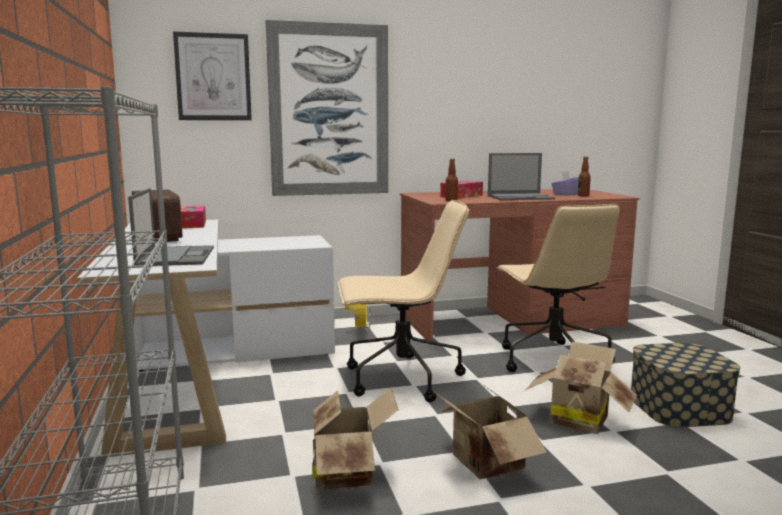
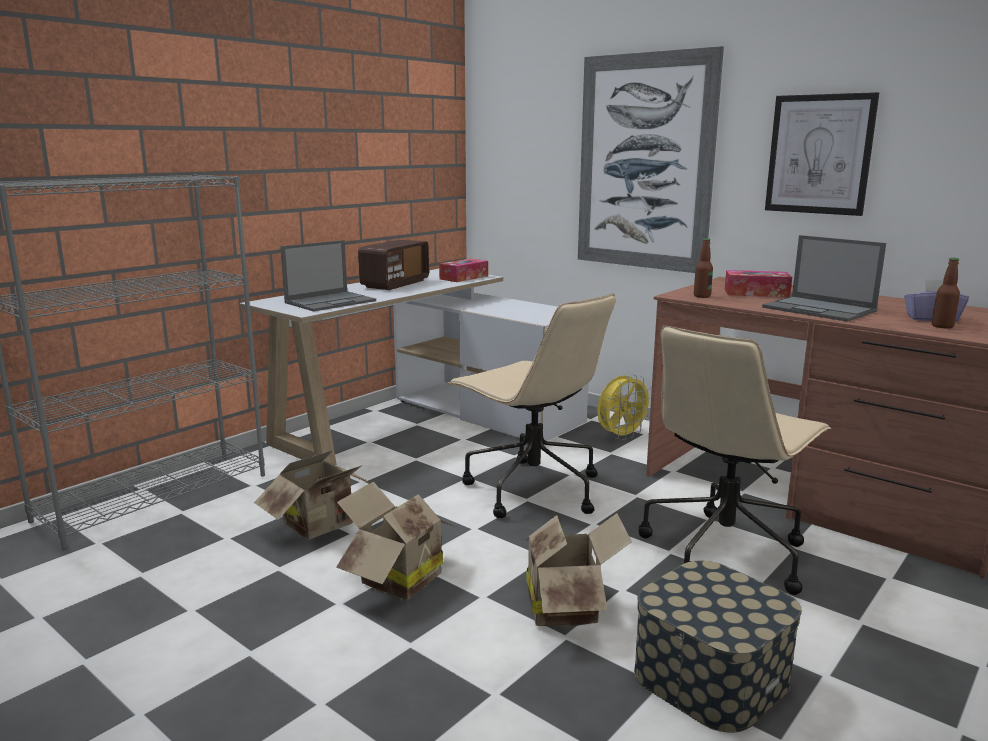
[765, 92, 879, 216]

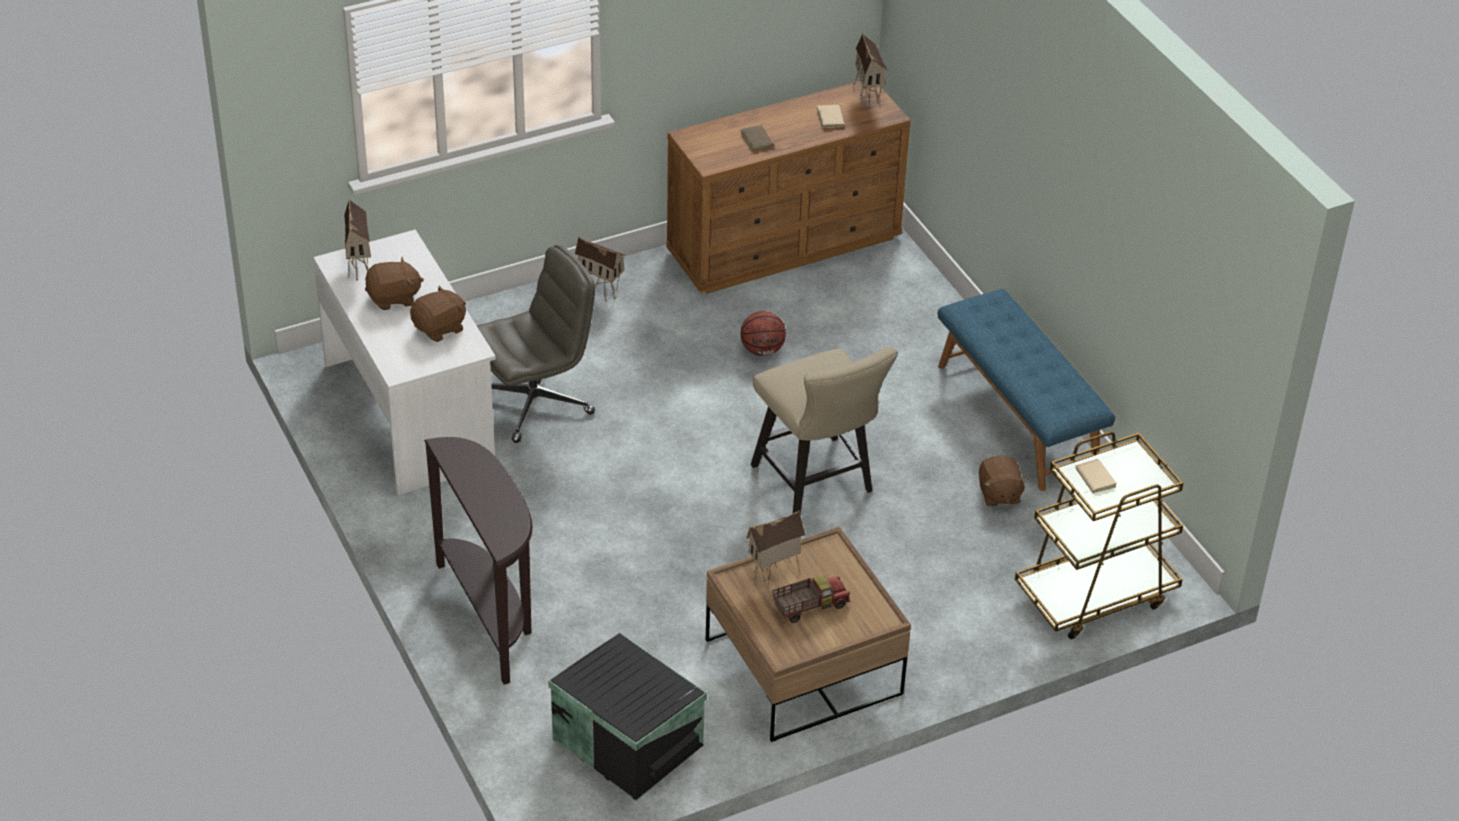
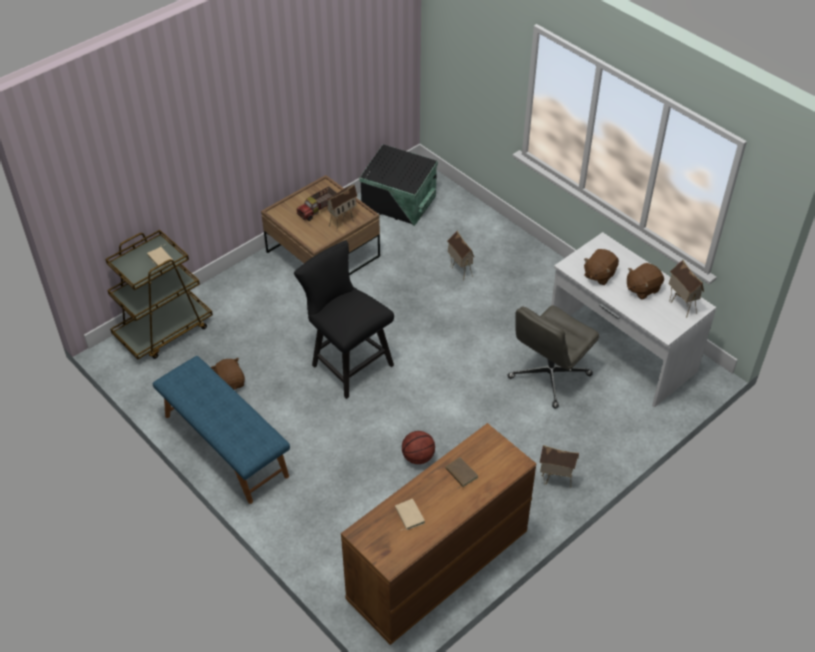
[447, 230, 474, 281]
[294, 240, 394, 399]
[424, 437, 532, 685] (first image)

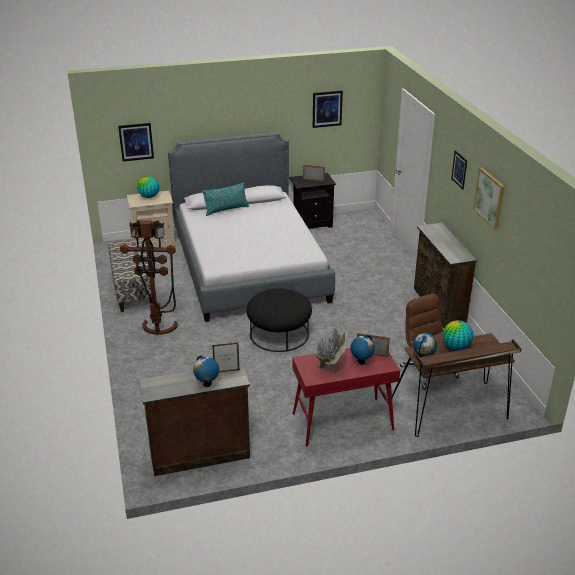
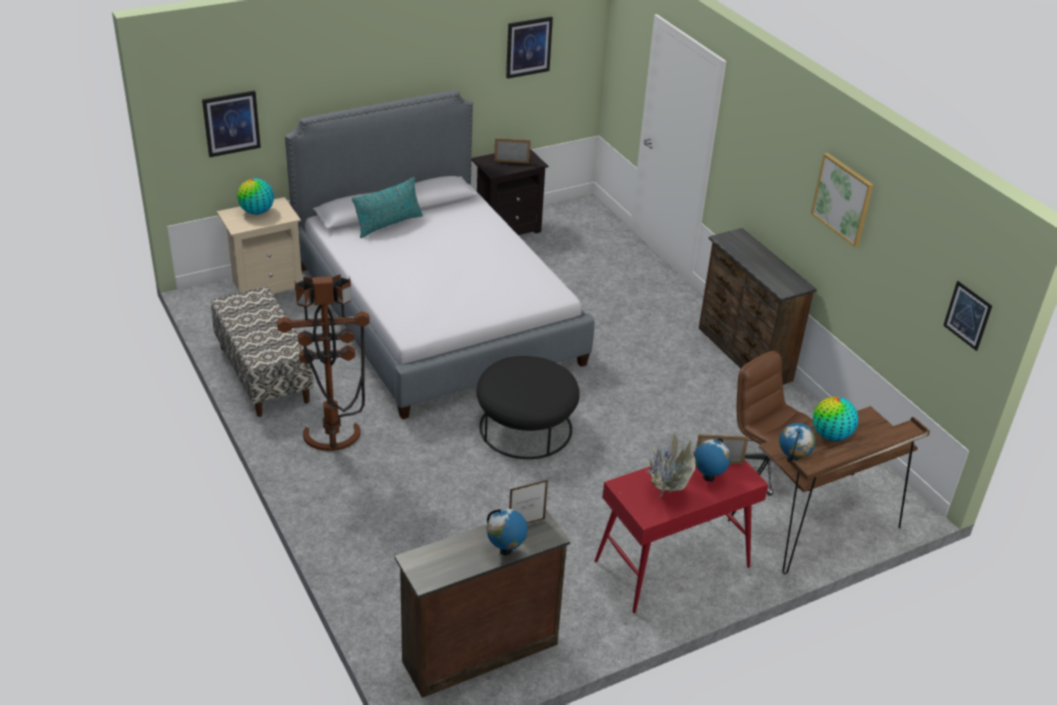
[943, 281, 992, 351]

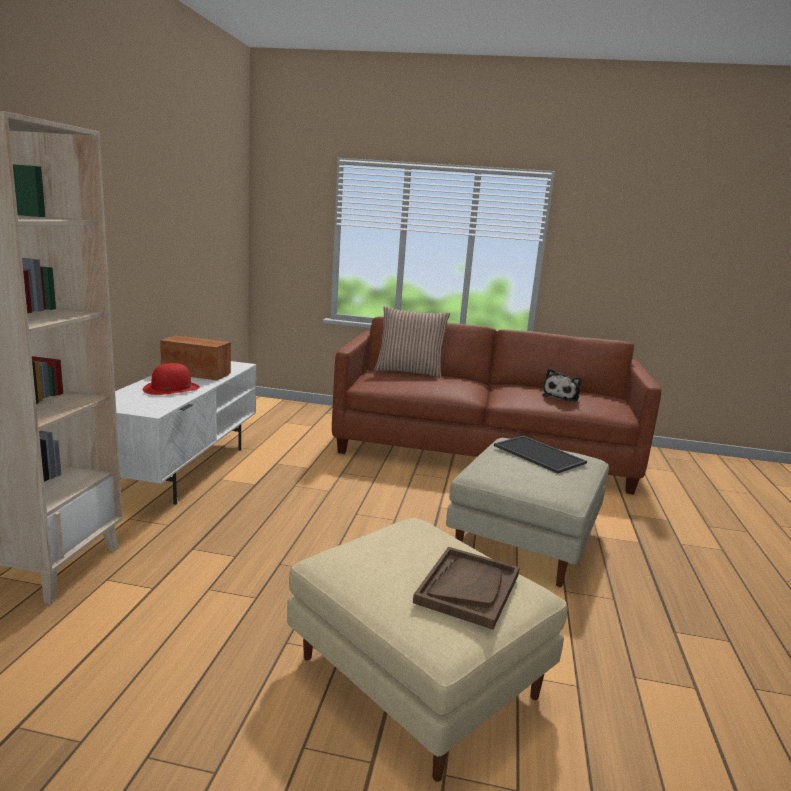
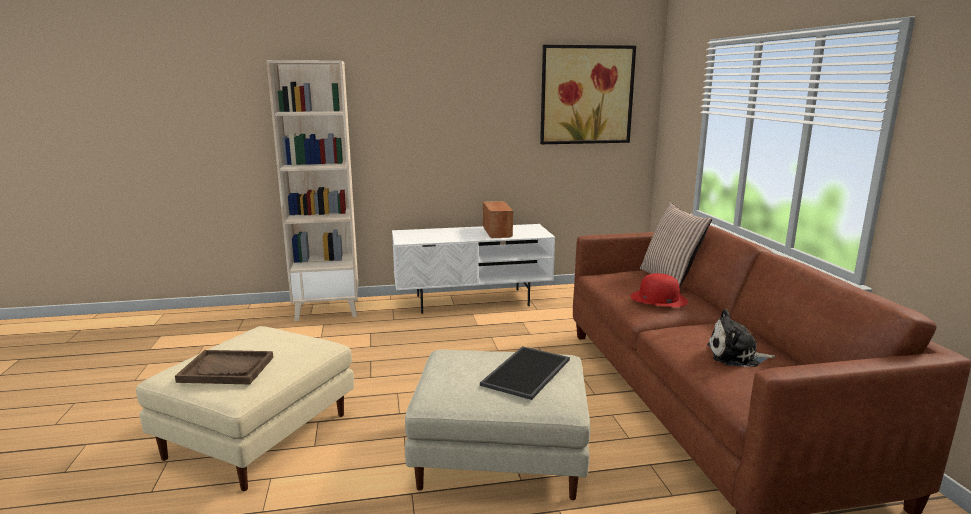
[630, 273, 688, 307]
[540, 45, 636, 144]

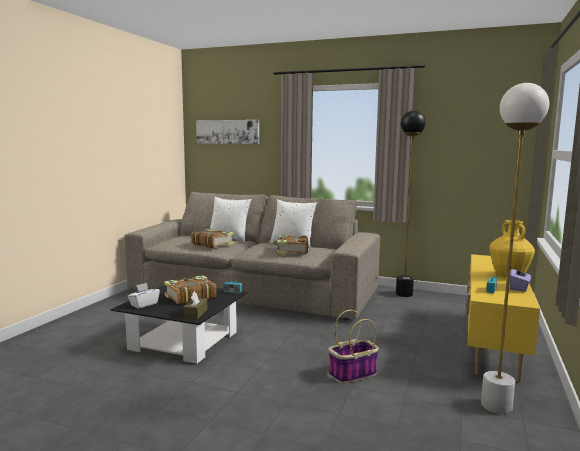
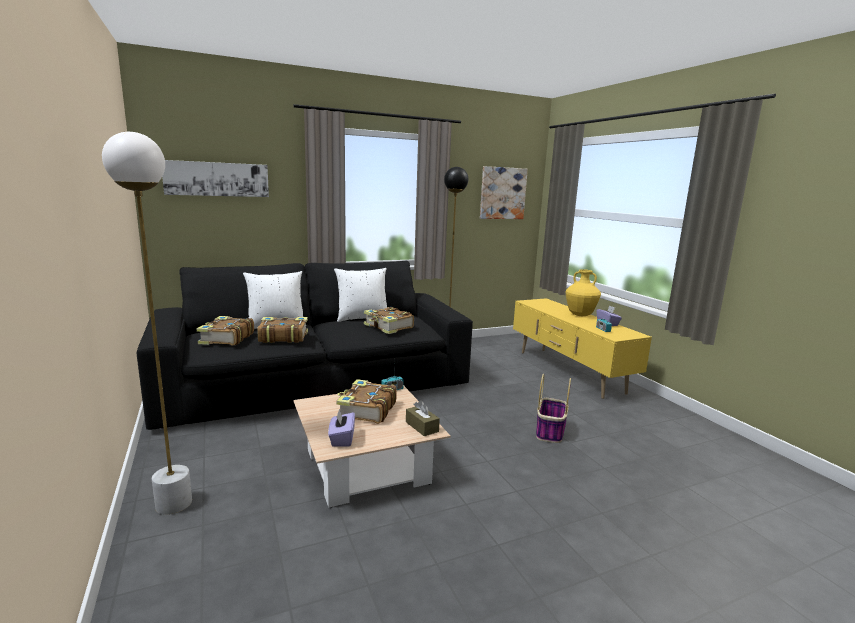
[102, 132, 192, 515]
[137, 261, 473, 430]
[328, 409, 355, 447]
[293, 385, 451, 508]
[480, 166, 528, 219]
[196, 316, 254, 345]

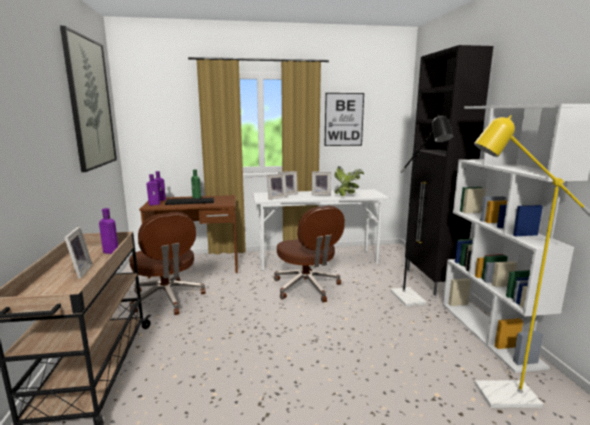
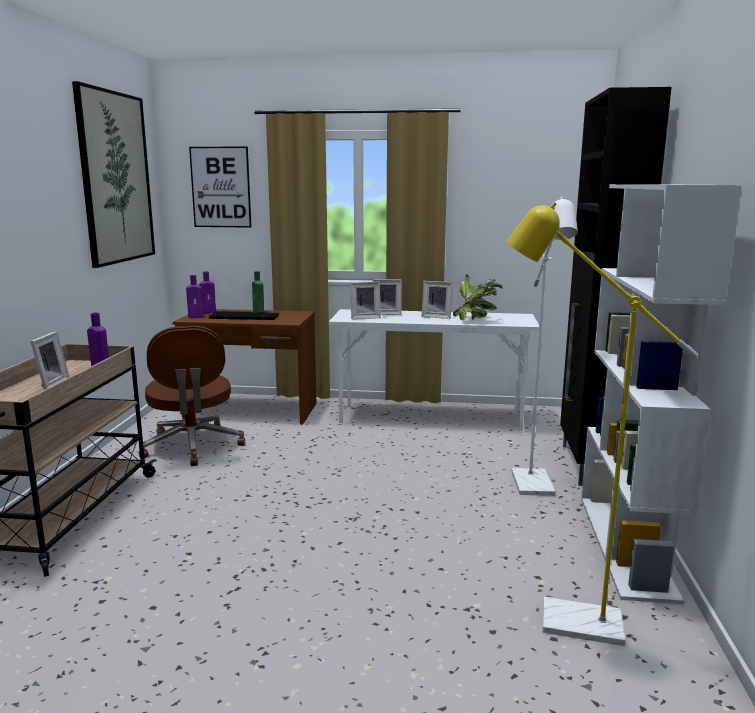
[189, 147, 251, 228]
[512, 196, 578, 496]
[274, 206, 345, 302] (first image)

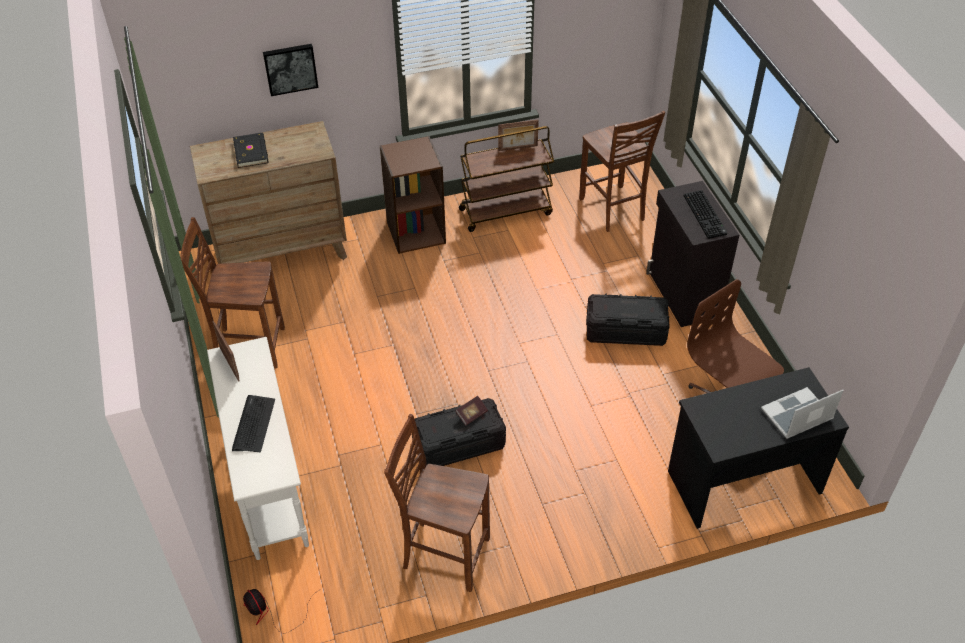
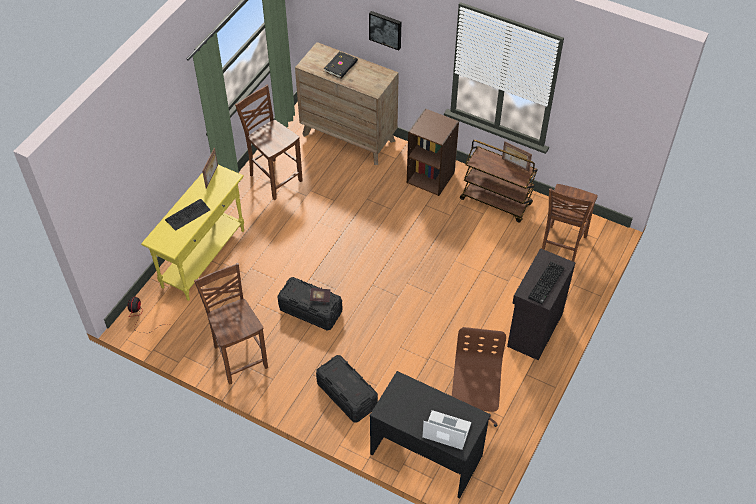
[316, 355, 378, 423]
[141, 165, 244, 301]

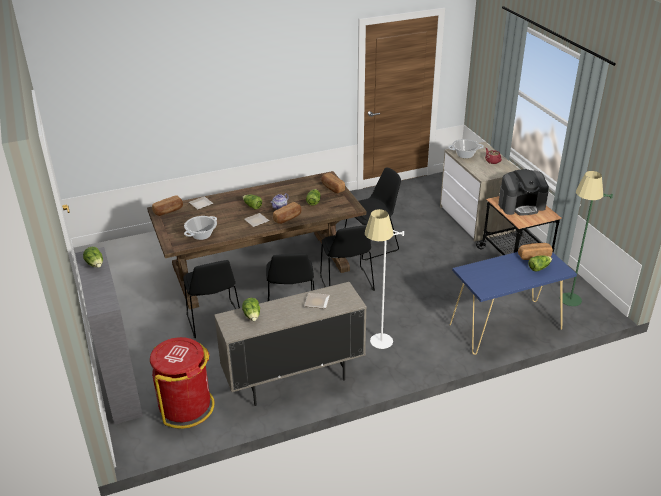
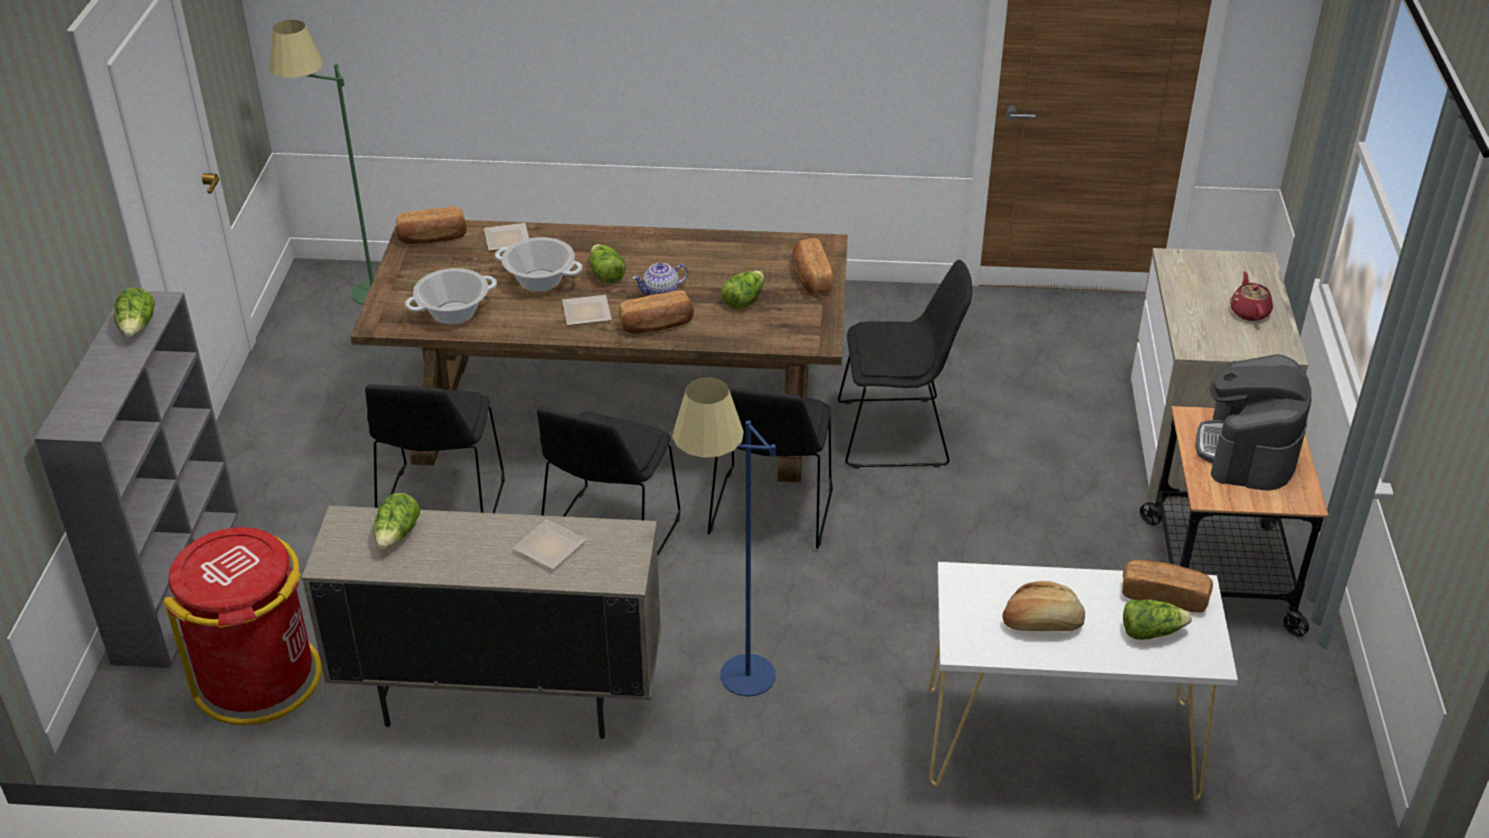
[495, 237, 583, 291]
[1196, 354, 1311, 491]
[269, 20, 373, 305]
[672, 377, 776, 697]
[928, 562, 1238, 801]
[1002, 581, 1085, 631]

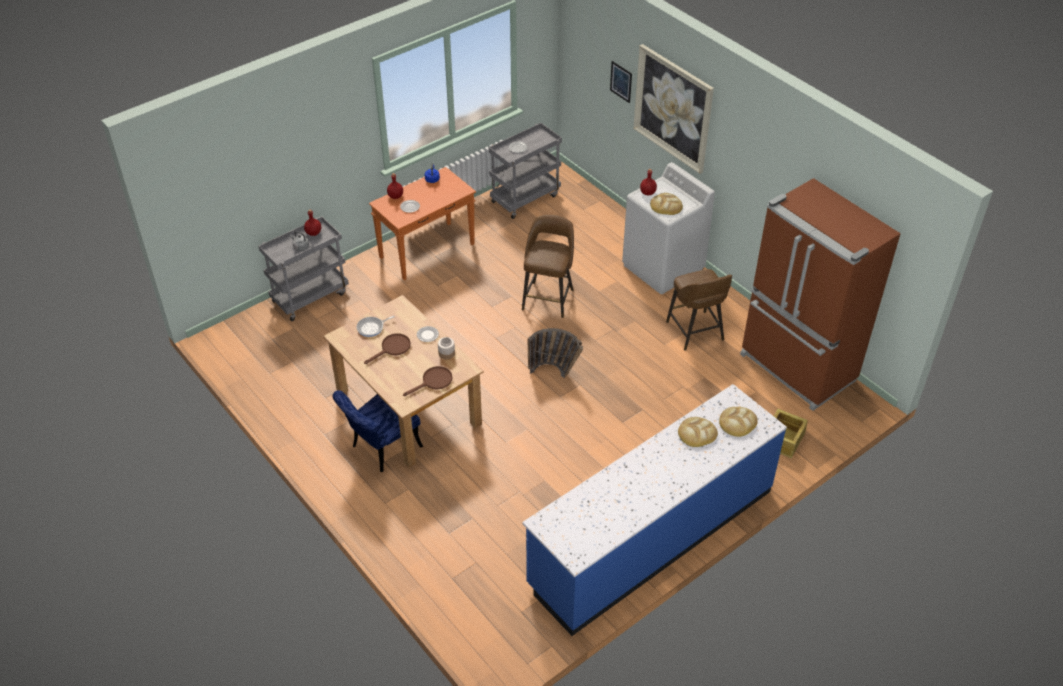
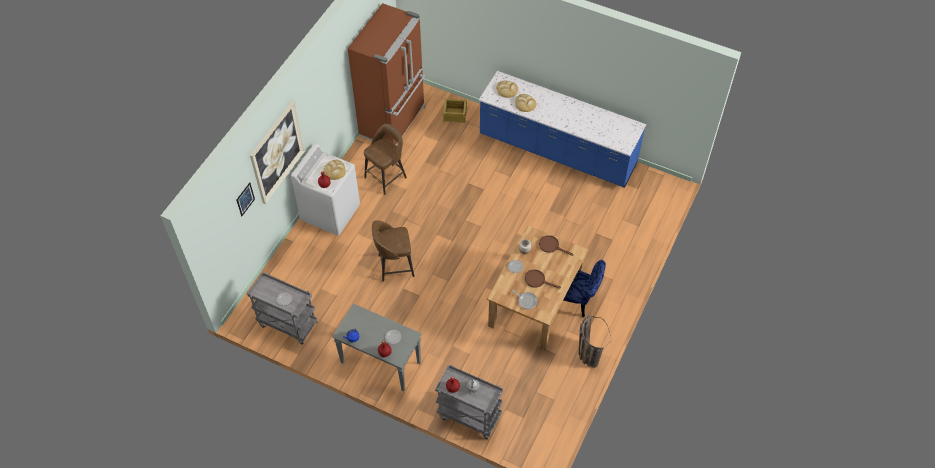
[332, 304, 422, 391]
[579, 315, 611, 368]

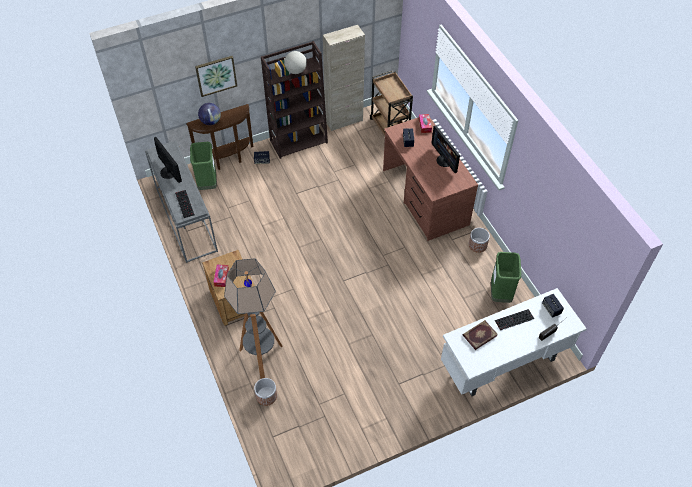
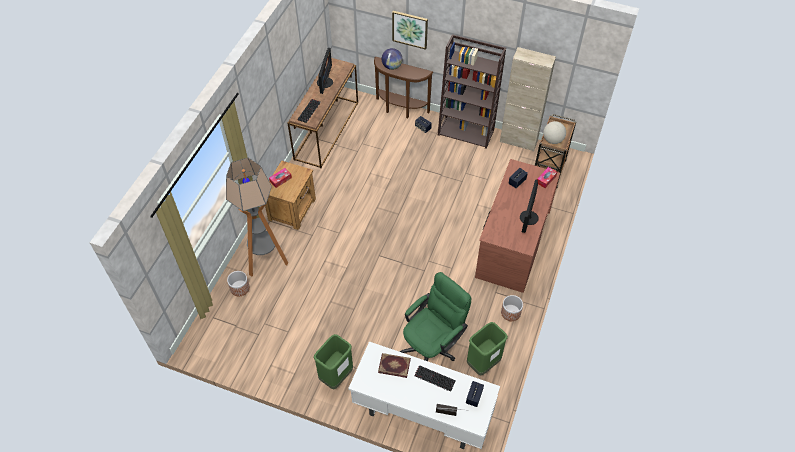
[543, 121, 566, 144]
[287, 58, 358, 168]
[313, 334, 353, 389]
[400, 272, 471, 361]

